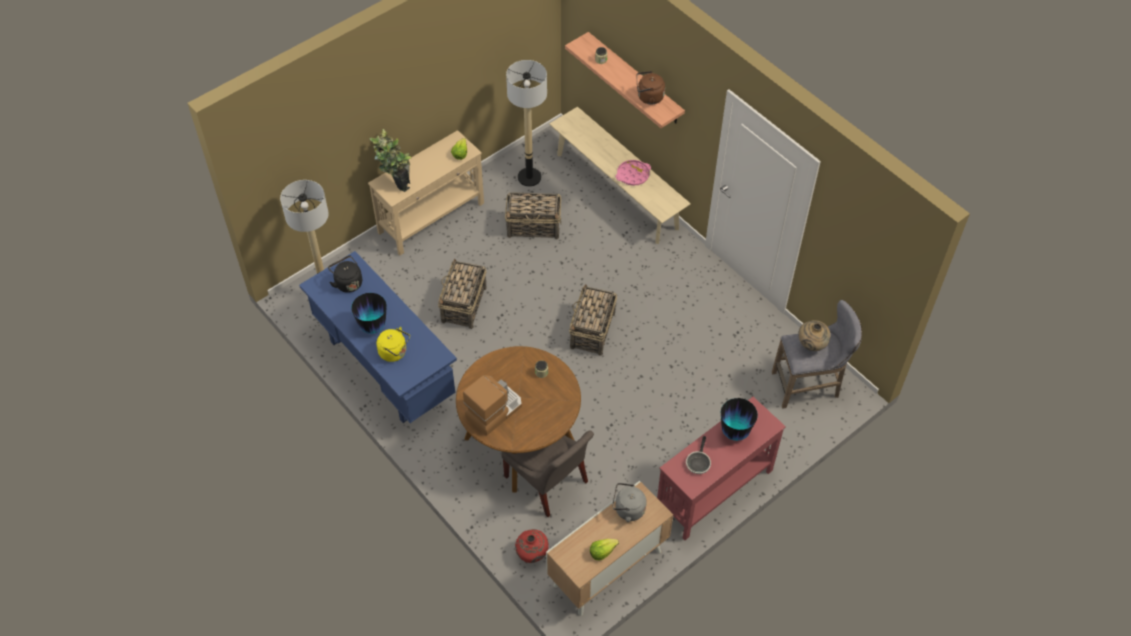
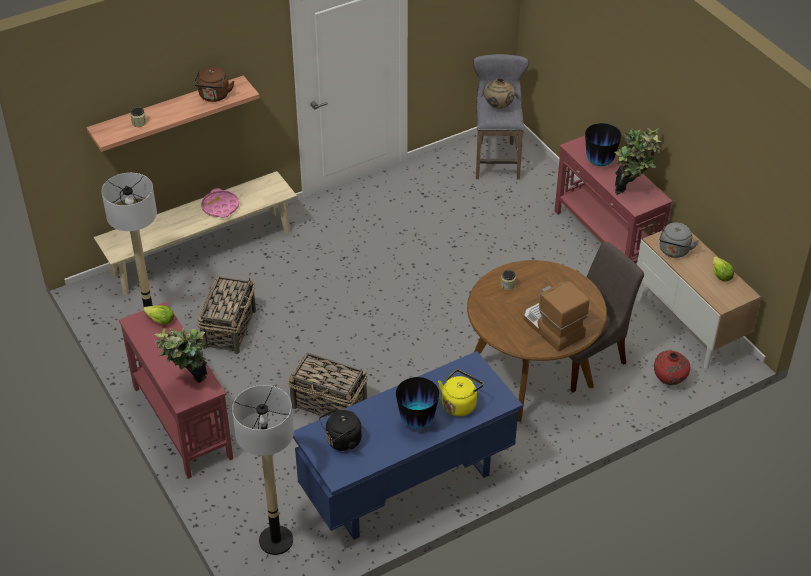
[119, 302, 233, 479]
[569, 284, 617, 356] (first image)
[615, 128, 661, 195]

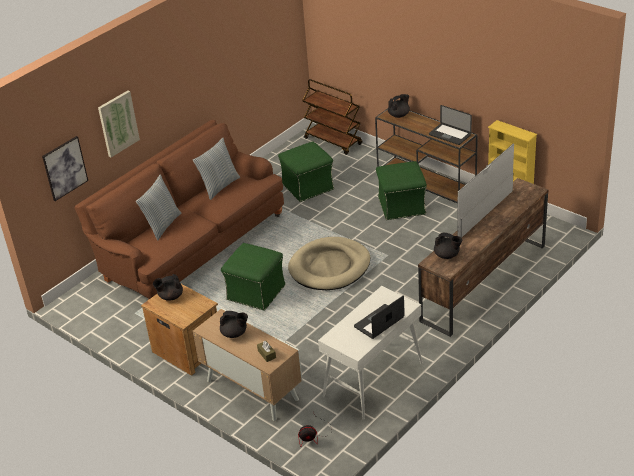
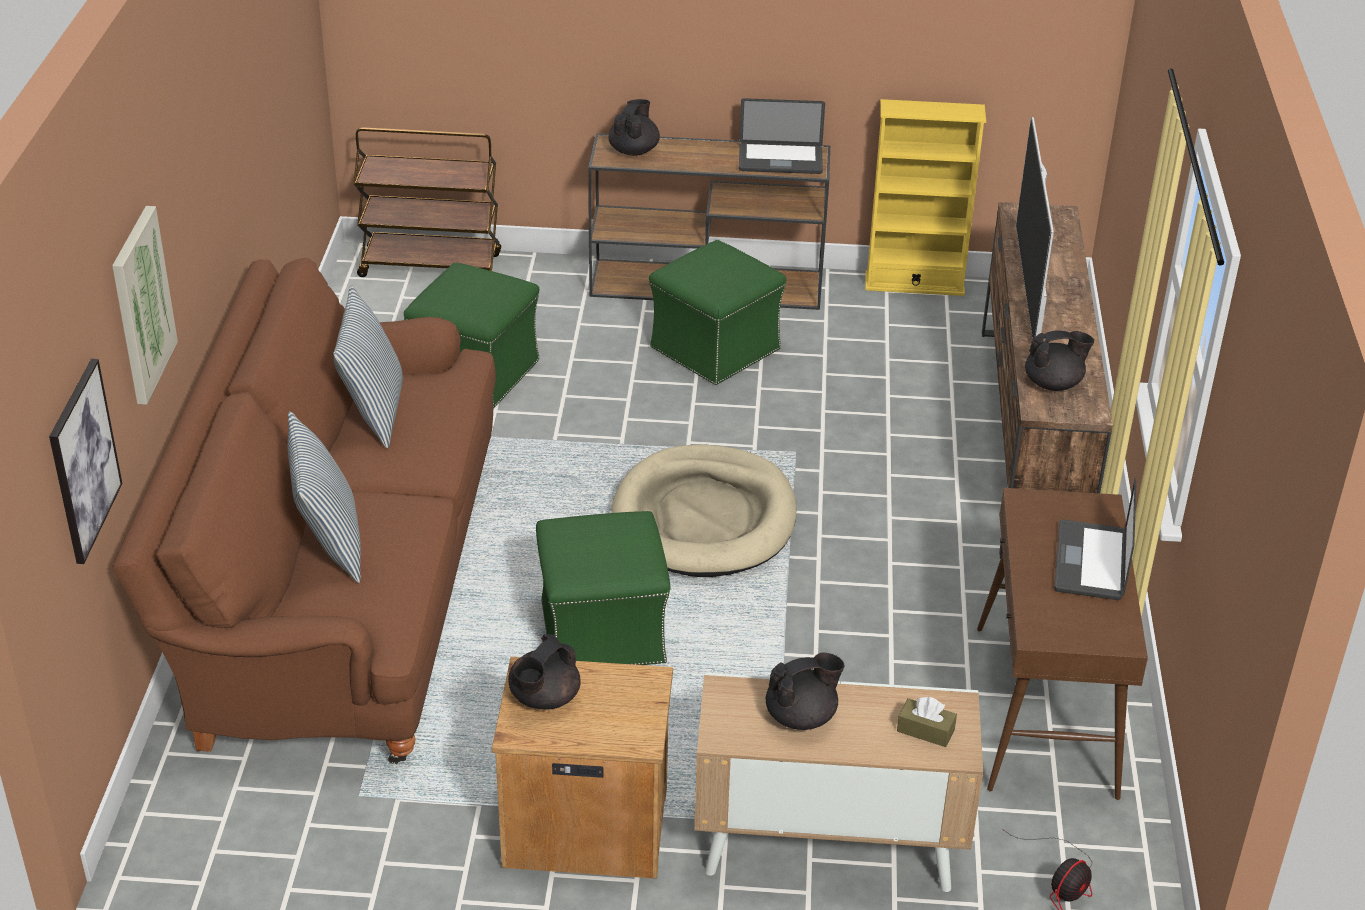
[977, 488, 1148, 800]

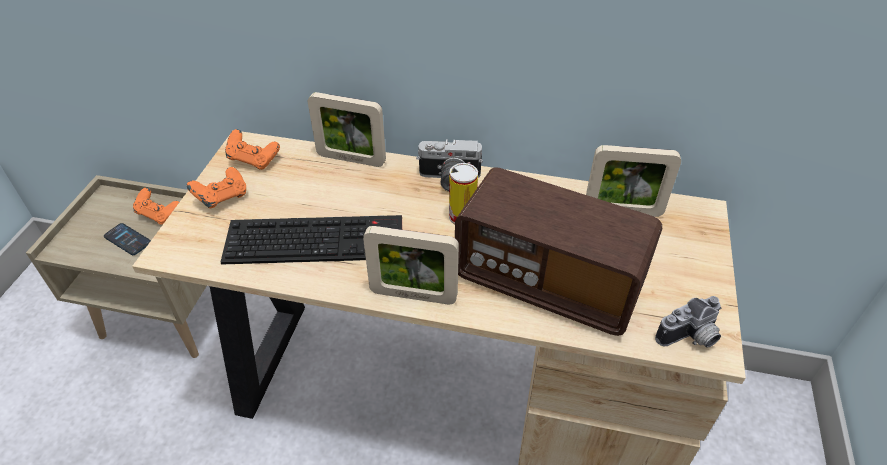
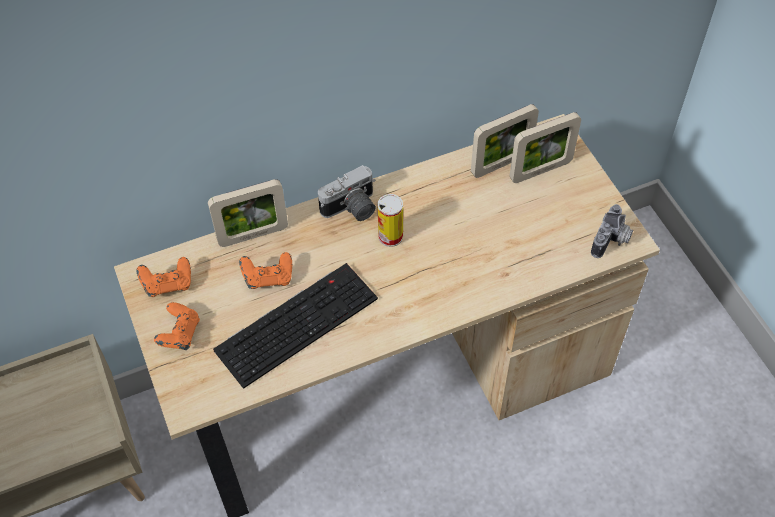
[455, 167, 662, 336] (first image)
[239, 252, 292, 289]
[104, 223, 151, 255] (first image)
[510, 112, 581, 183]

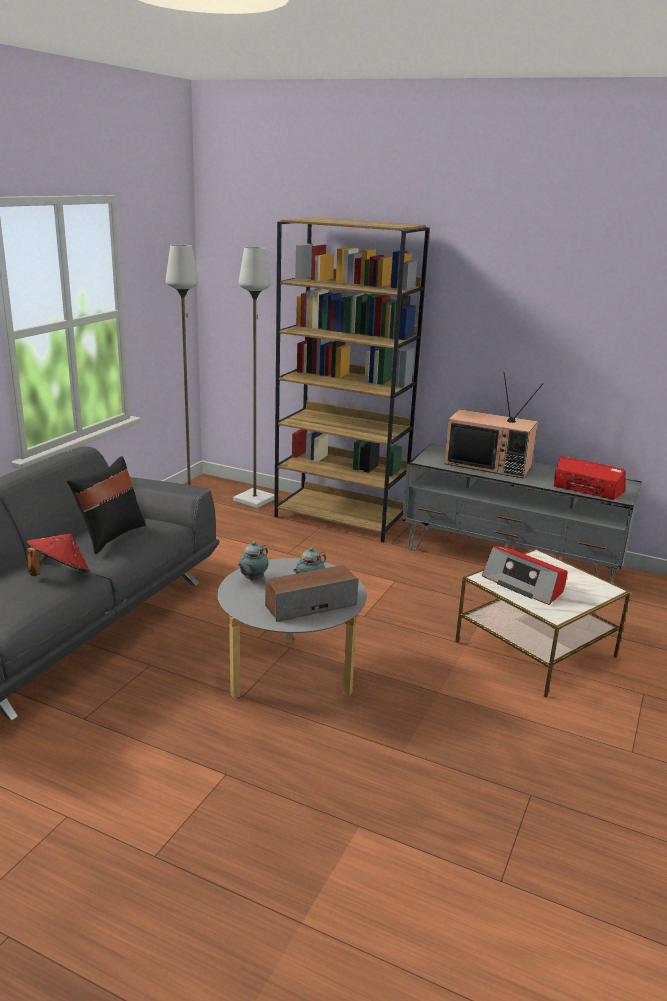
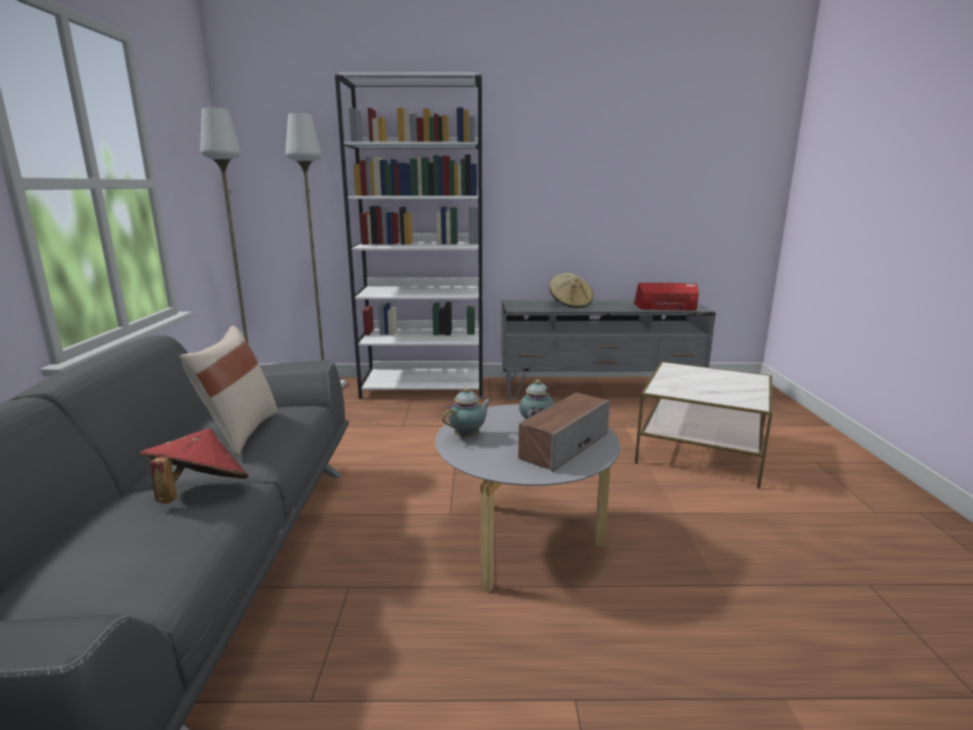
[335, 72, 483, 399]
[549, 273, 593, 308]
[180, 326, 278, 456]
[442, 388, 492, 438]
[482, 546, 568, 605] (first image)

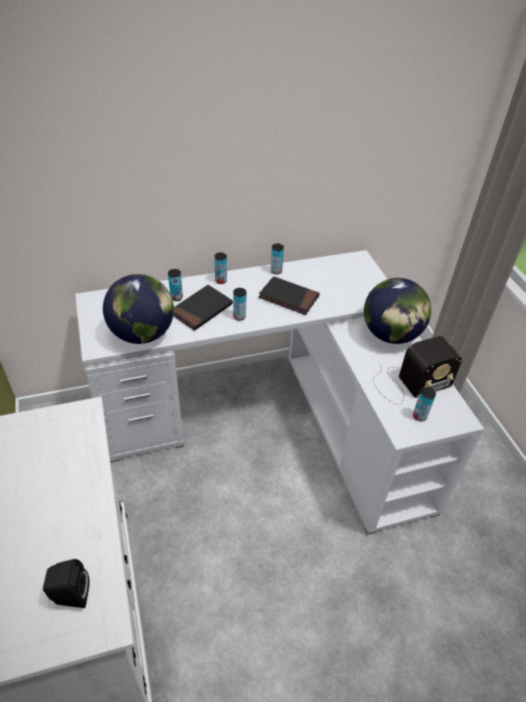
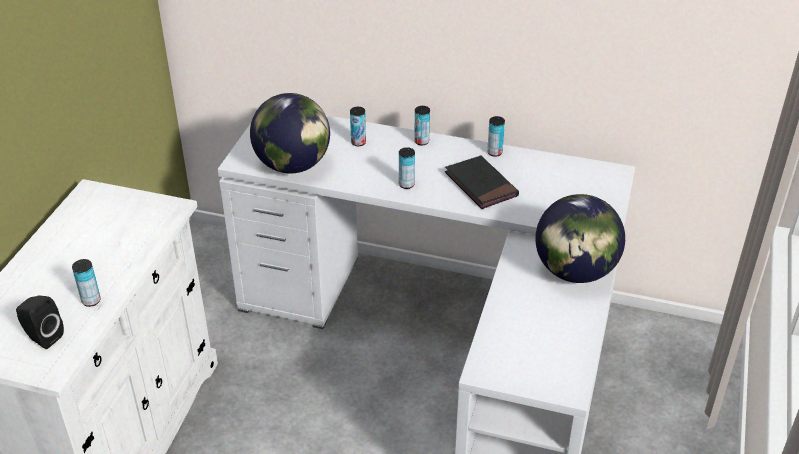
[173, 285, 233, 331] (first image)
[373, 336, 462, 405] (first image)
[72, 259, 101, 307]

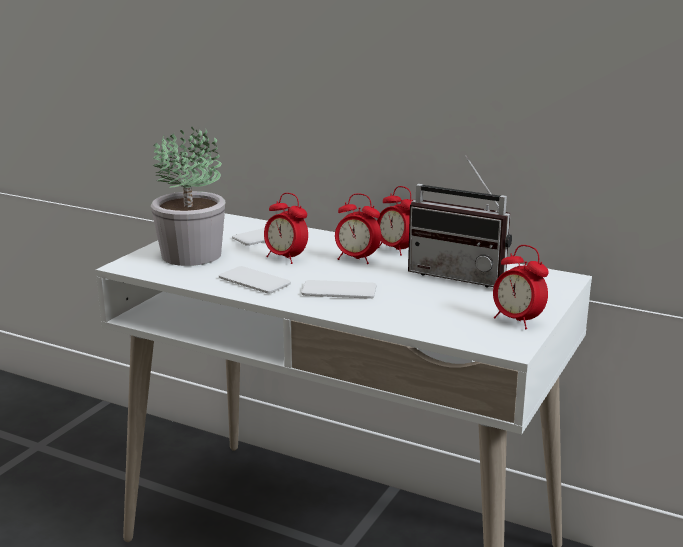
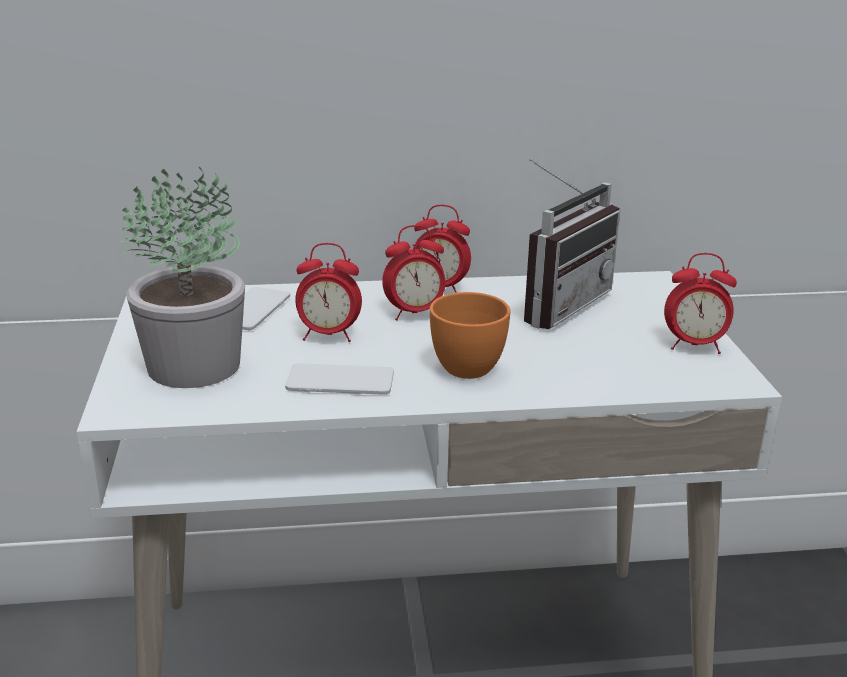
[524, 158, 620, 329]
[430, 292, 510, 379]

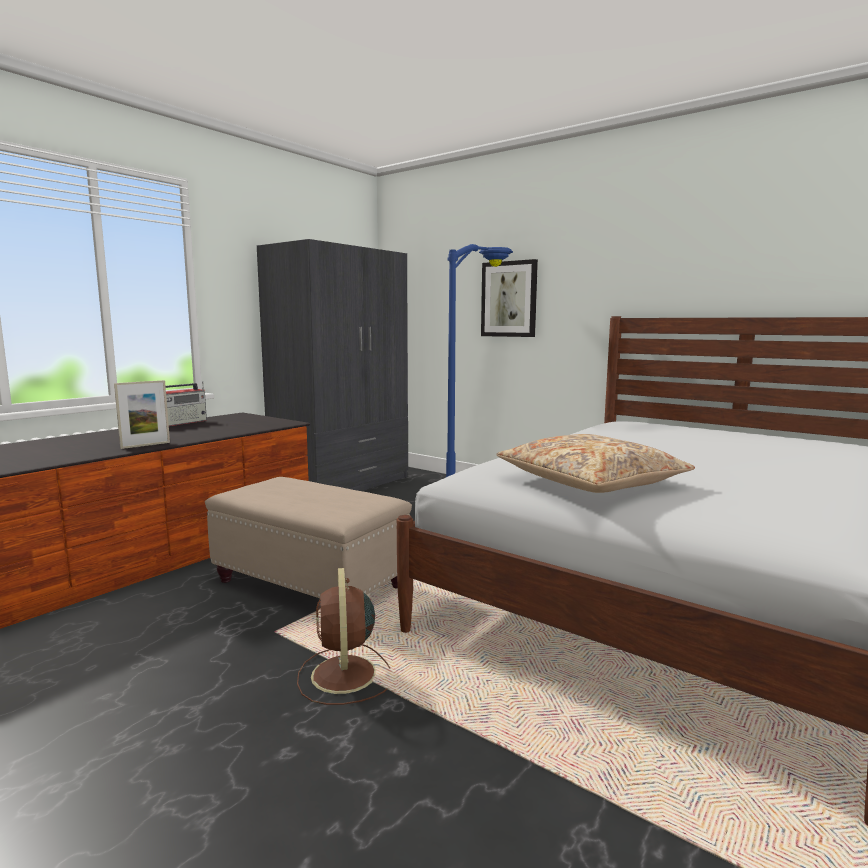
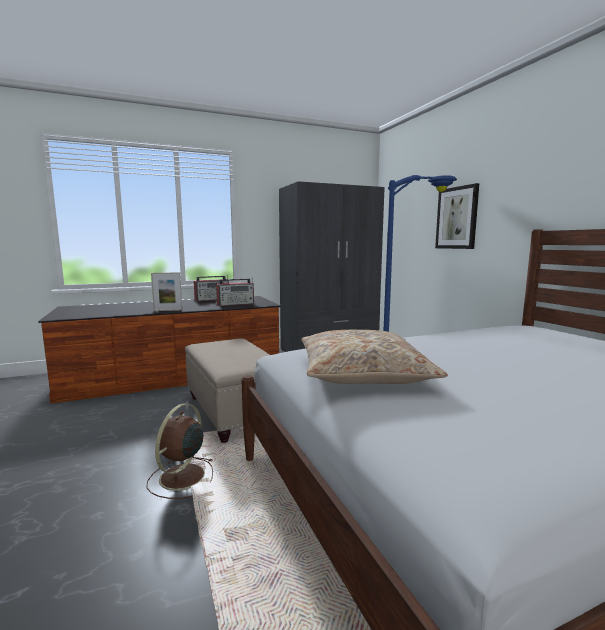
[216, 278, 254, 306]

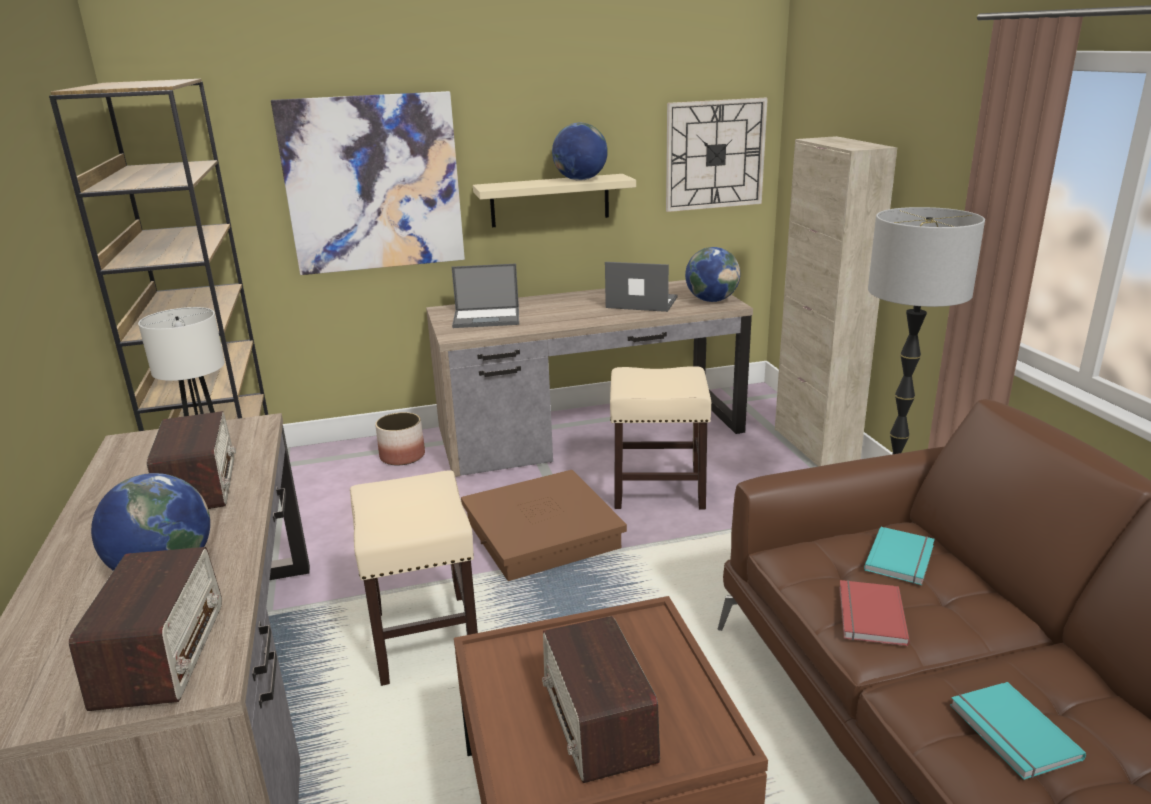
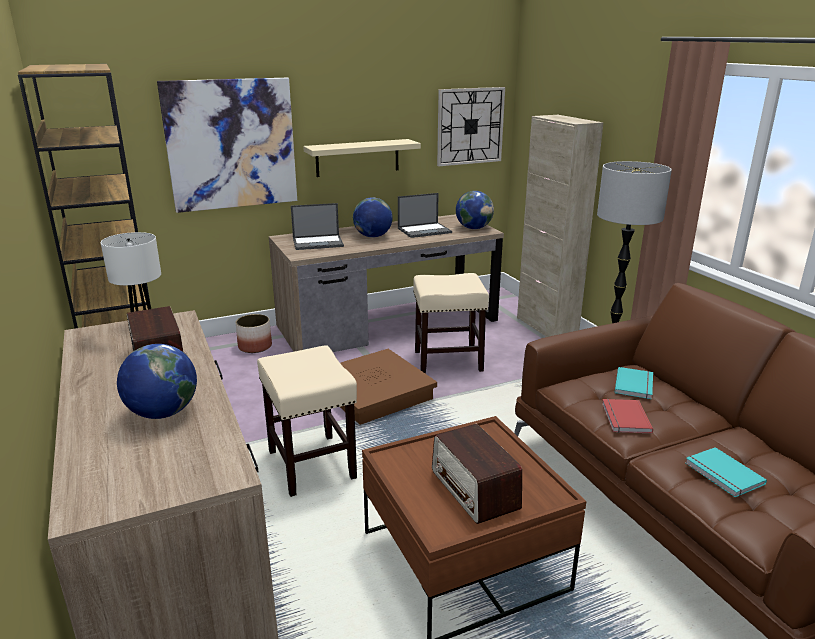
[353, 197, 393, 238]
[398, 193, 452, 238]
[69, 547, 222, 711] (first image)

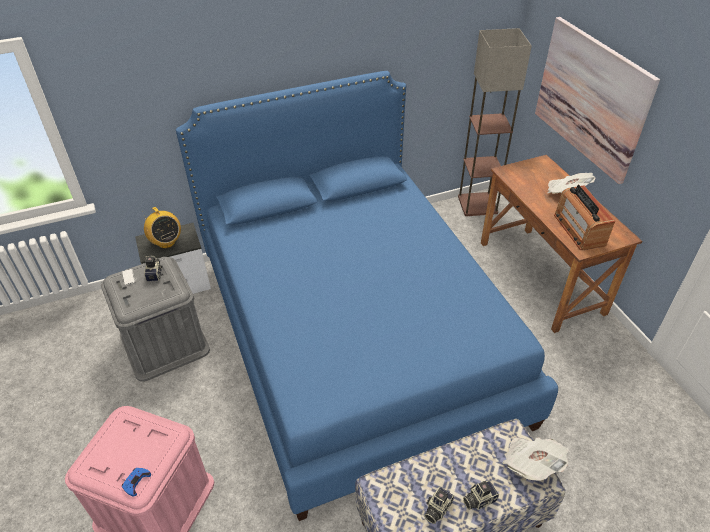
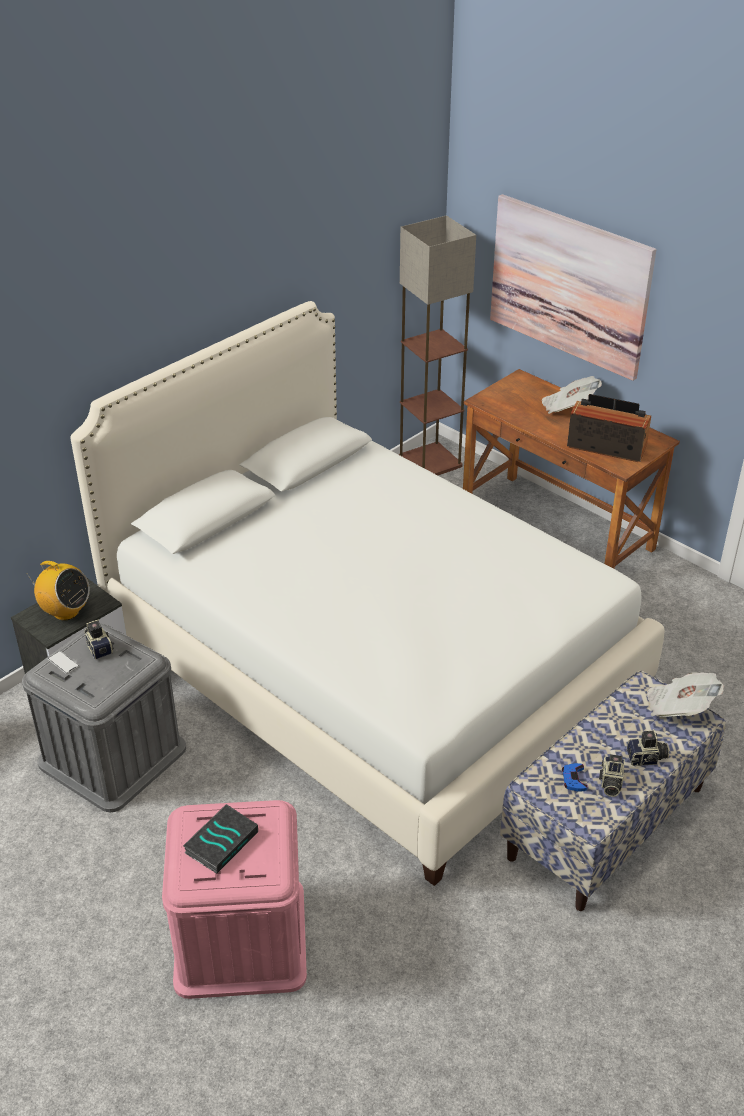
[70, 301, 664, 886]
[567, 394, 651, 462]
[562, 763, 587, 792]
[627, 729, 669, 766]
[183, 804, 258, 874]

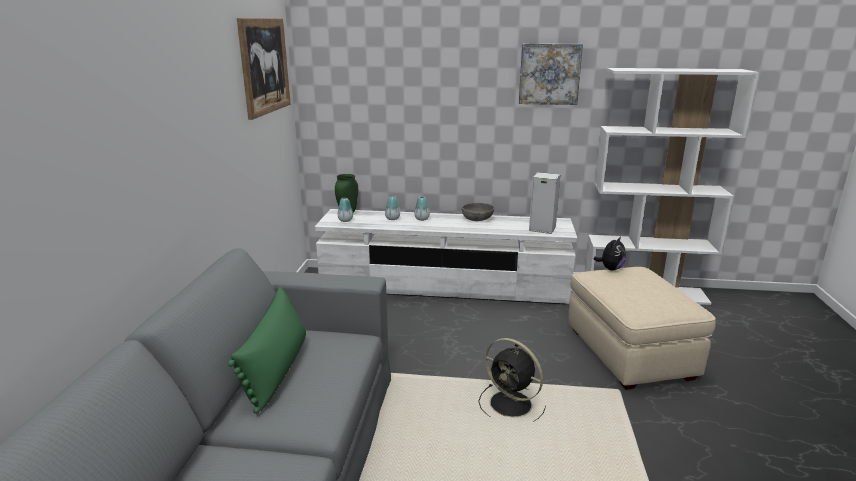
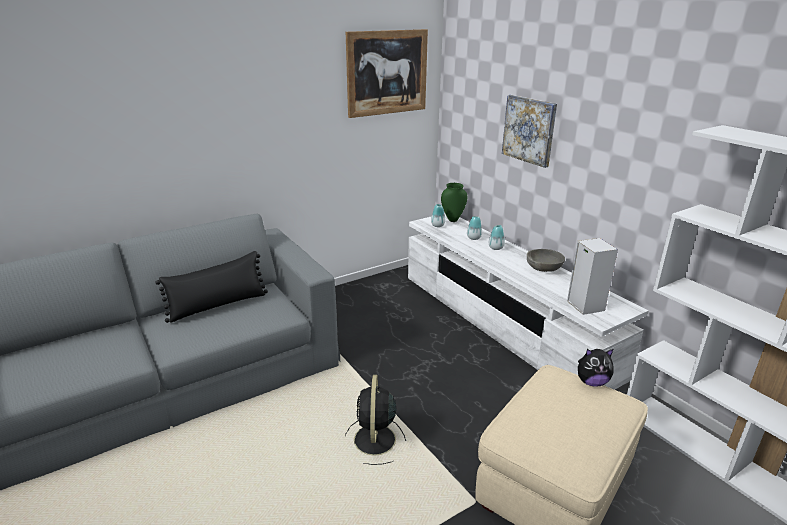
[502, 95, 557, 168]
[155, 251, 268, 323]

